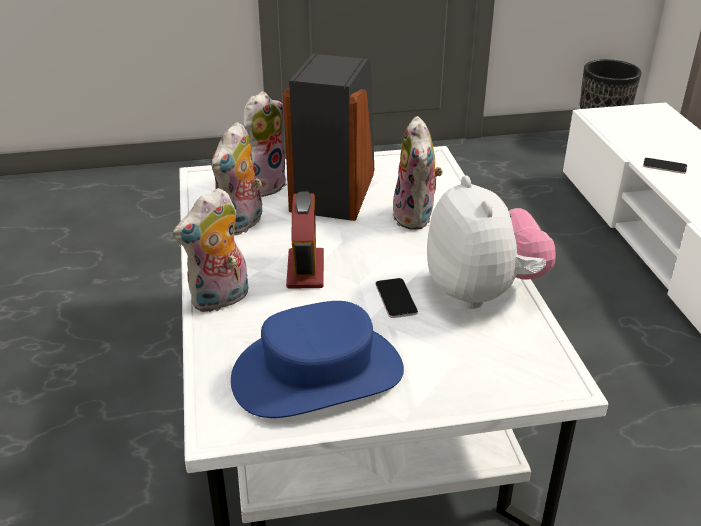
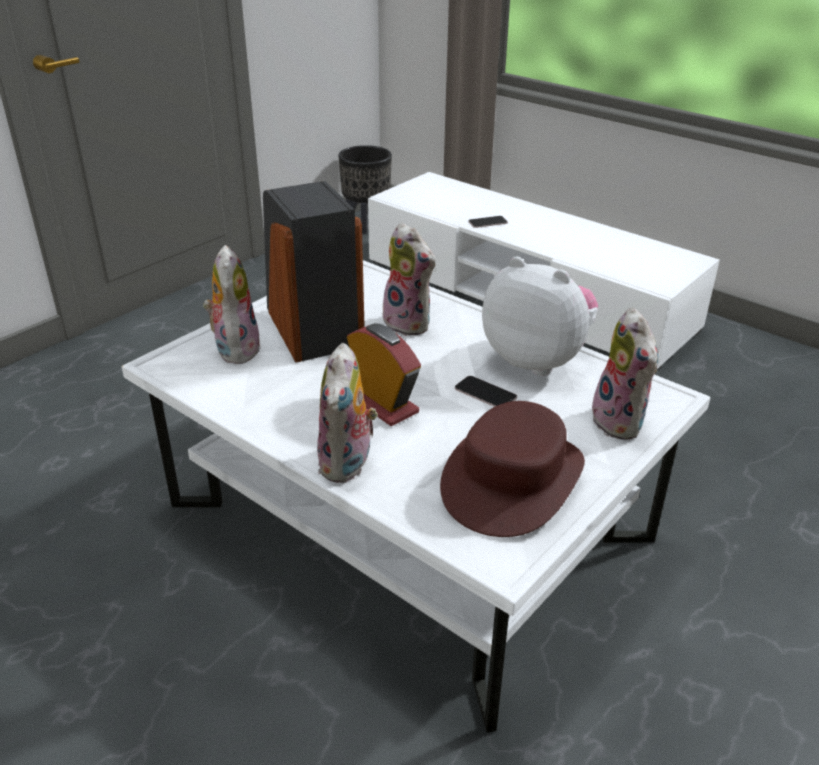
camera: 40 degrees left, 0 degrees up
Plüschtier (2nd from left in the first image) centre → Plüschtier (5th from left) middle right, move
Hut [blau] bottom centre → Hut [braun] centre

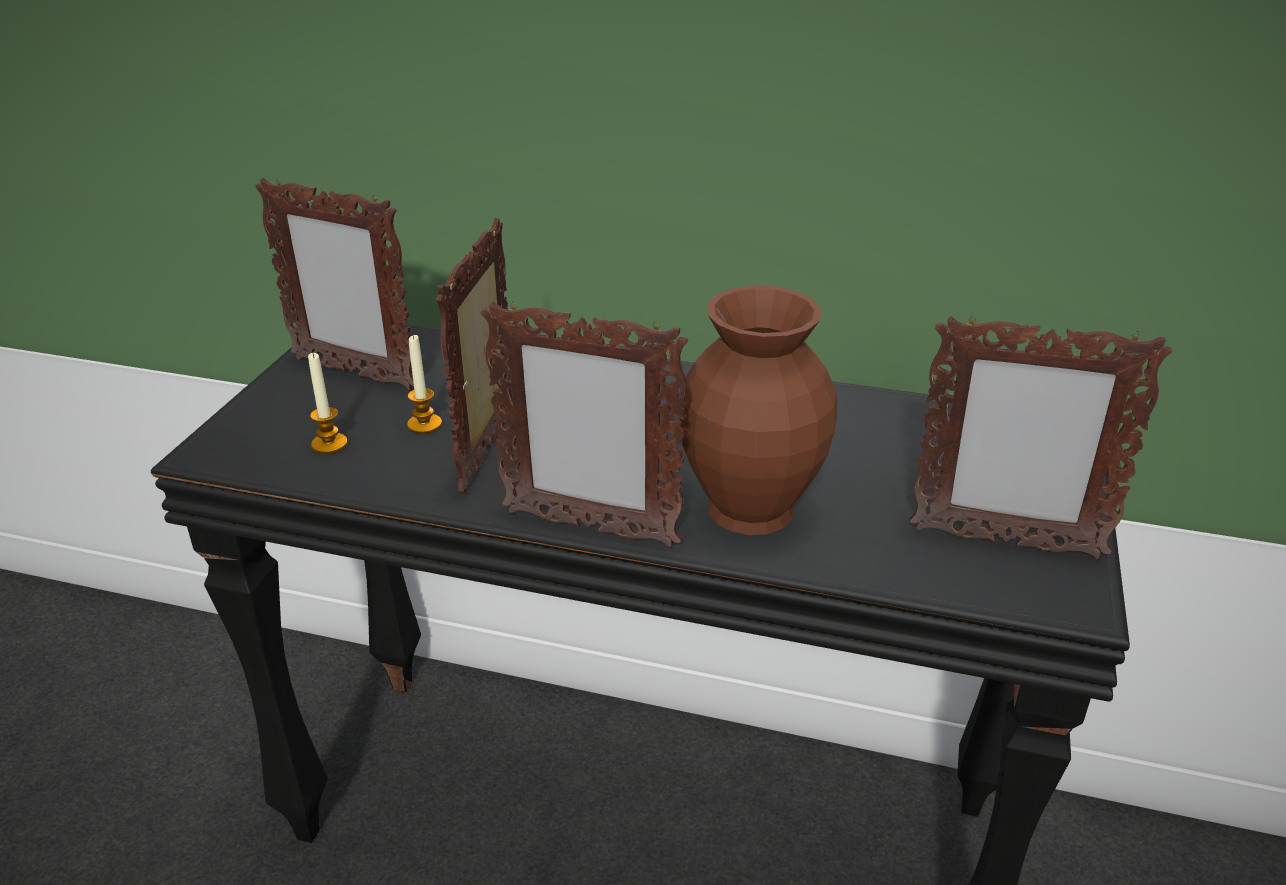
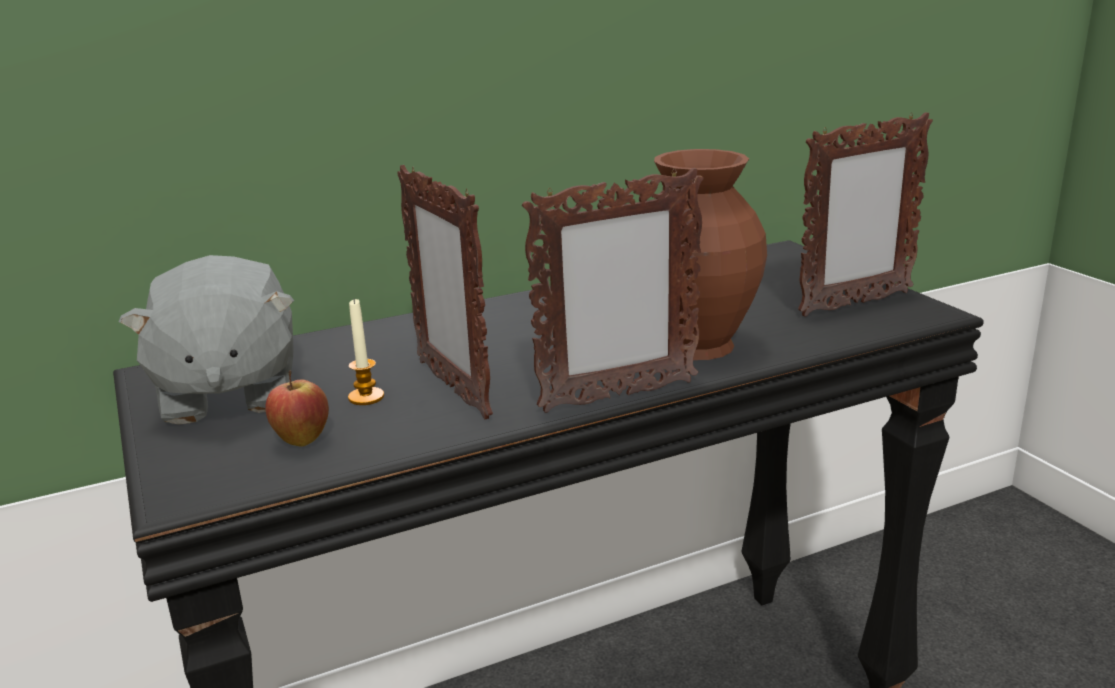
camera: 40 degrees left, 10 degrees down
Bilderrahmen (1st from left) top left → Plüschtier [grau] middle left
Kerze (1st from left) middle left → Apfel middle left

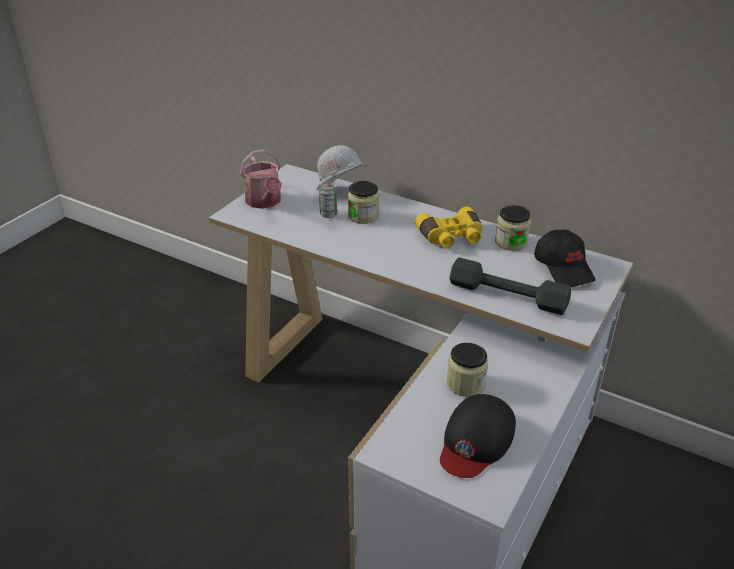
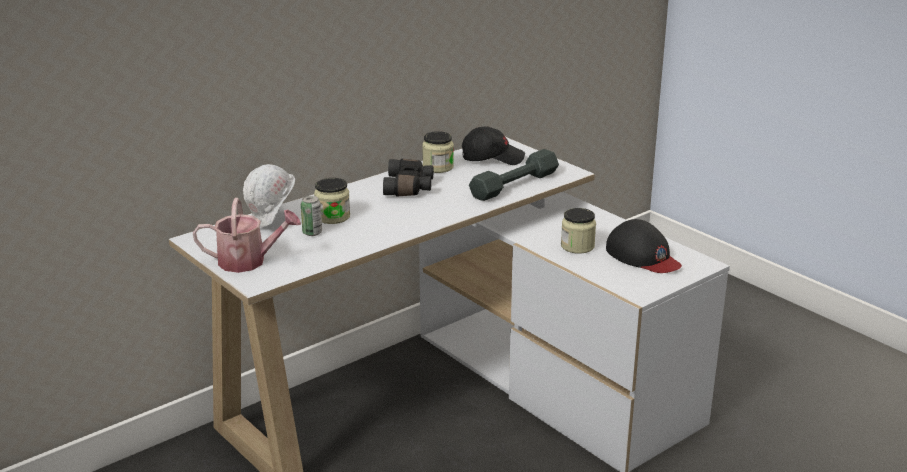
camera: 70 degrees left, 10 degrees down
Fernglas [gelb] centre → Fernglas [schwarz] centre

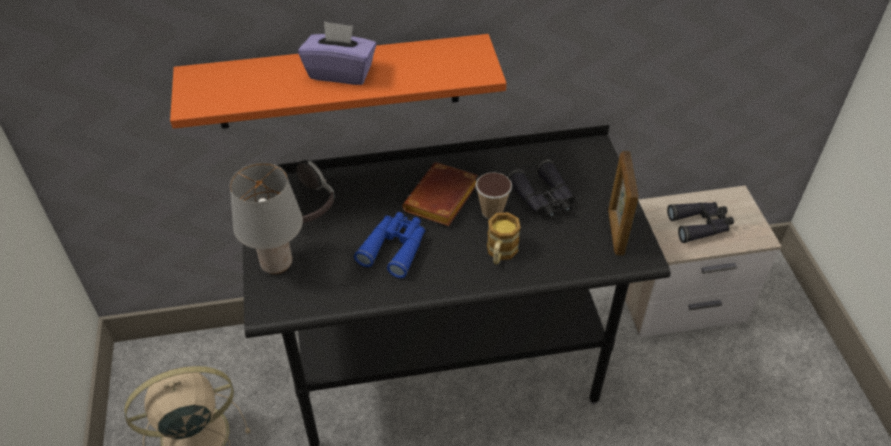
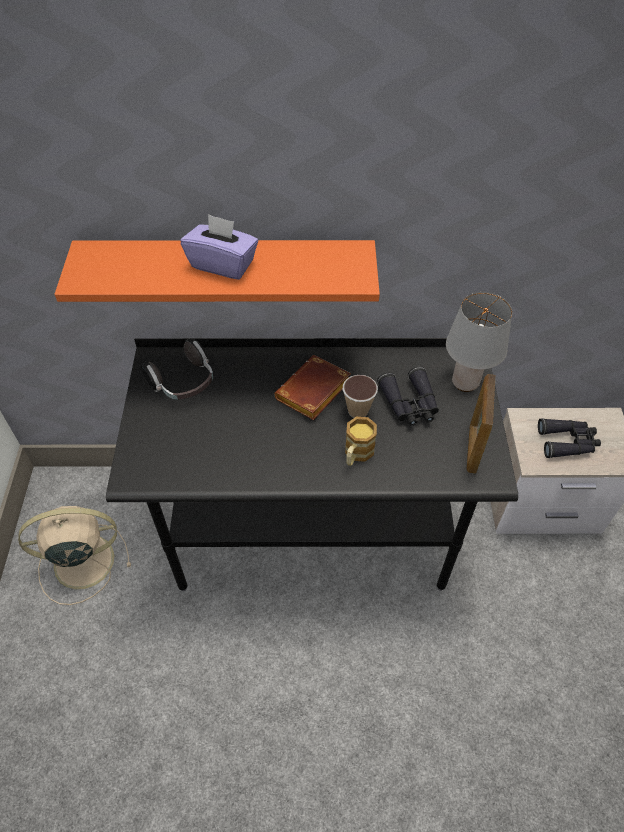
camera: 10 degrees right, 5 degrees up
Tischlampe [grau] middle left → Tischlampe [grau] middle right, move
Fernglas [blau] centre → -

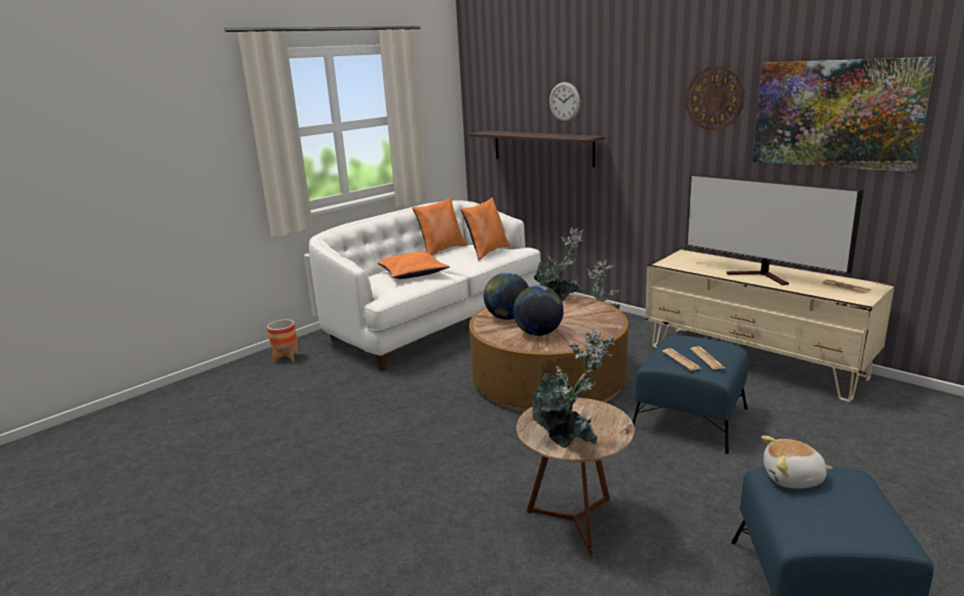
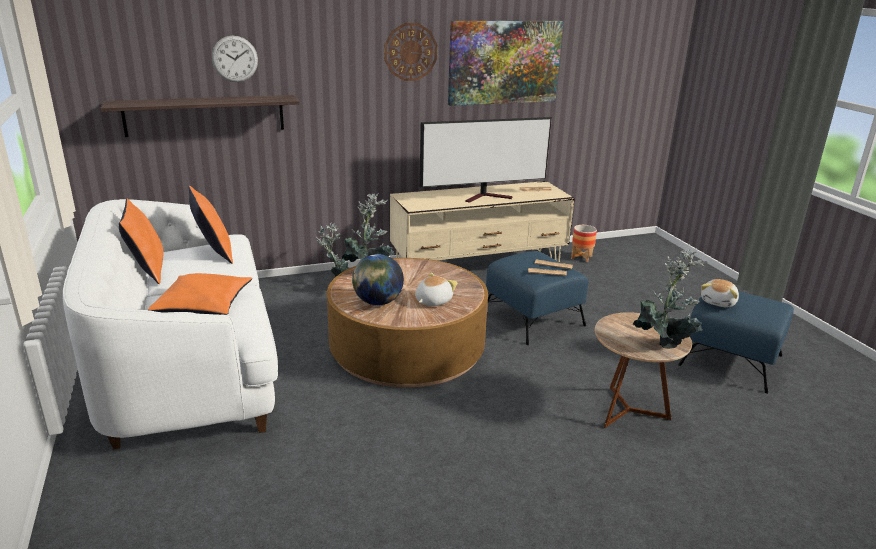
camera: 65 degrees left, 5 degrees up
Pflanzkübel middle left → Pflanzkübel middle right, move
Globus (2nd from left) centre → Plüschtier (1st from left) centre

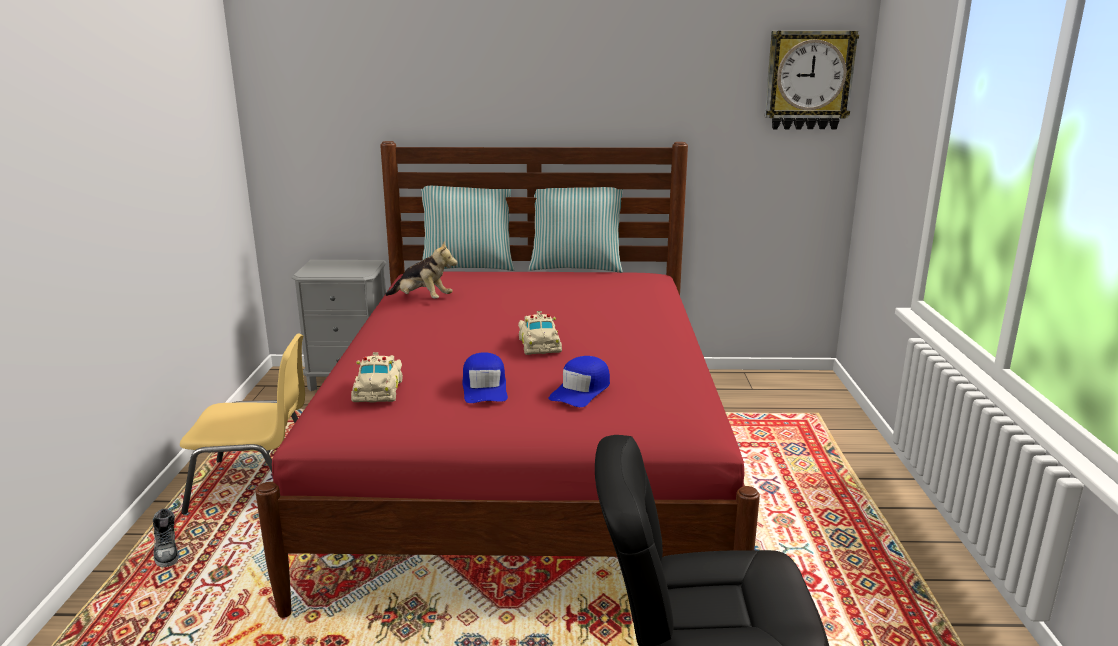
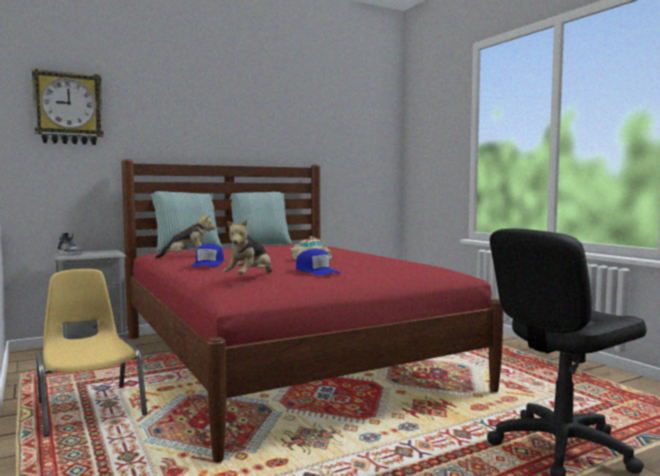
camera: 30 degrees left, 15 degrees down
Schuh bottom left → Schuh middle left, move
Stuhl [gelb] middle left → Stuhl [gelb] bottom left, 90 degrees counterclockwise
Spielzeugauto [beige] (1st from left) centre → Plüschtier (2nd from left) centre
Kappe [blau] (2nd from left in the first image) centre → Kappe [blau] (1st from left) middle left, move
Wanduhr top right → Wanduhr top left, move

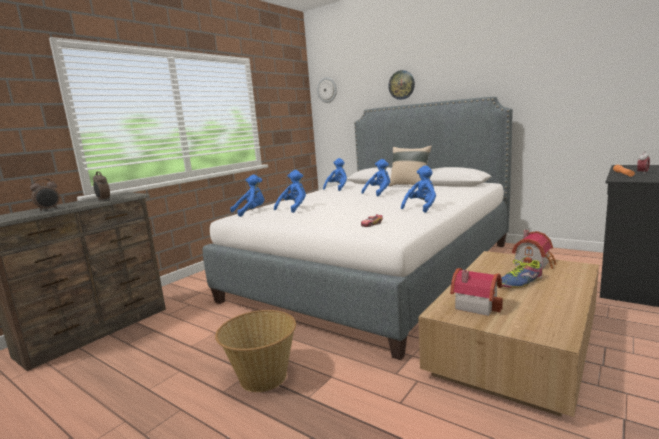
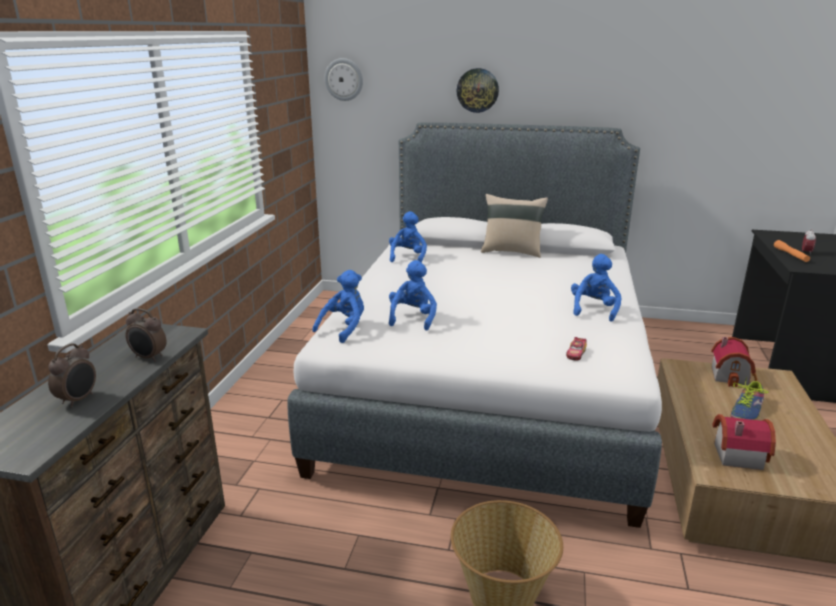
camera: 25 degrees left, 10 degrees up
Plüschtier [blau] (4th from left) centre → -

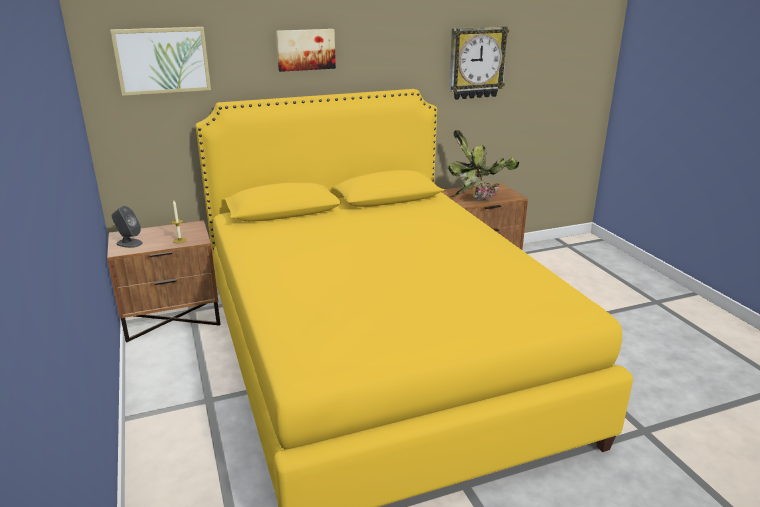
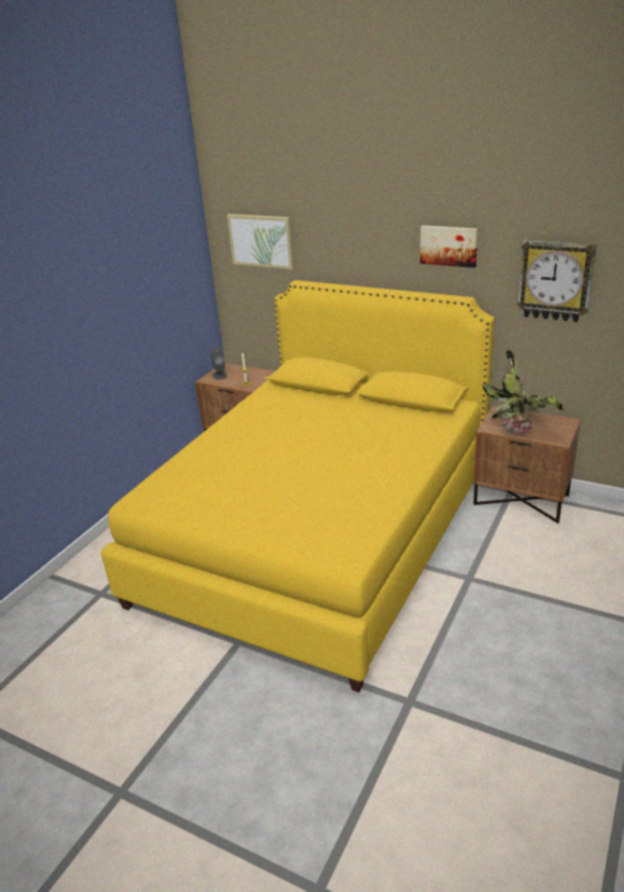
camera: 50 degrees right, 5 degrees up
Bild (2nd from left) top centre → Bild (2nd from left) top right, move

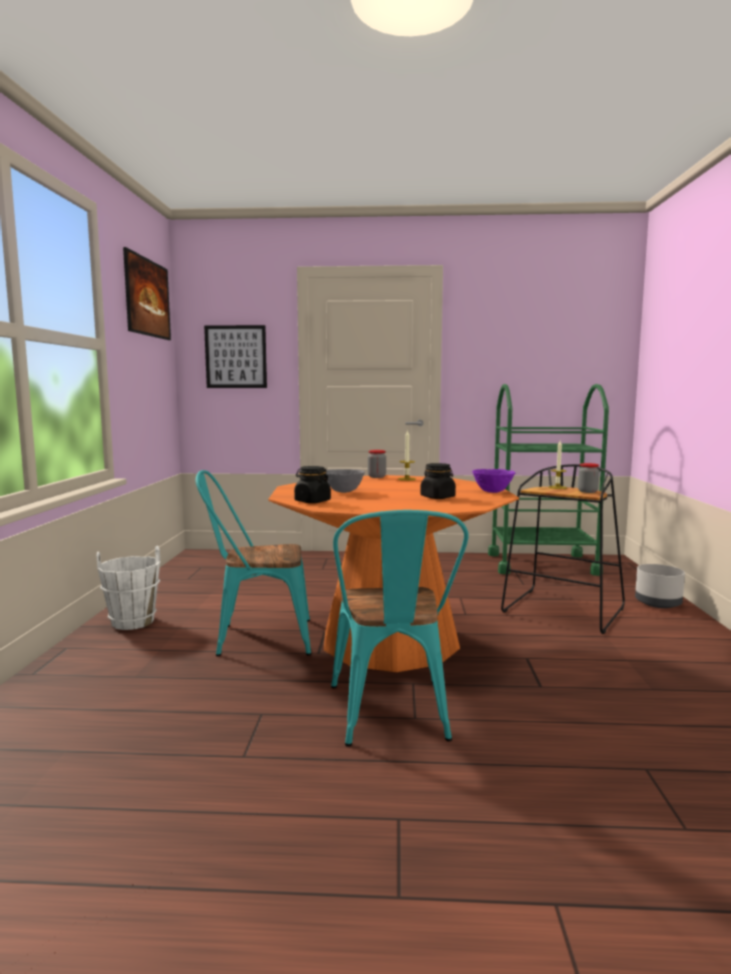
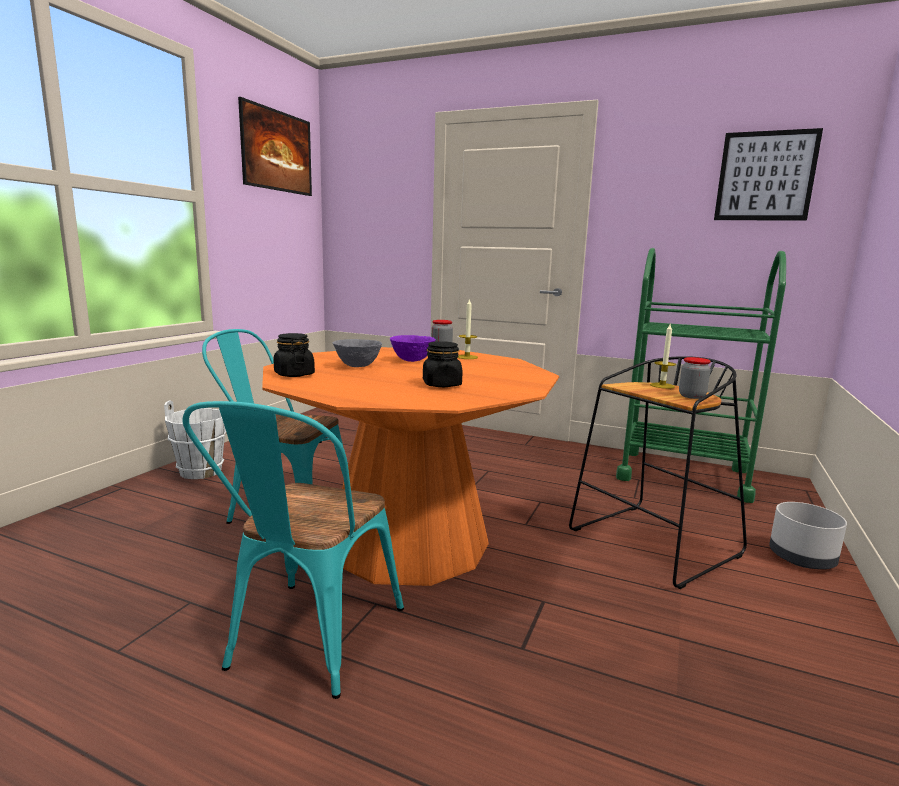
camera: 20 degrees right, 5 degrees up
Bild (2nd from left) middle left → Bild (2nd from left) top right, move
Schüssel [lila] middle right → Schüssel [lila] centre, move

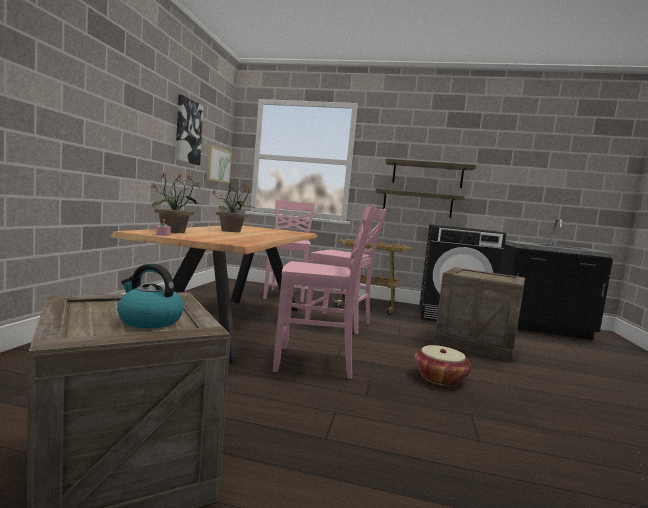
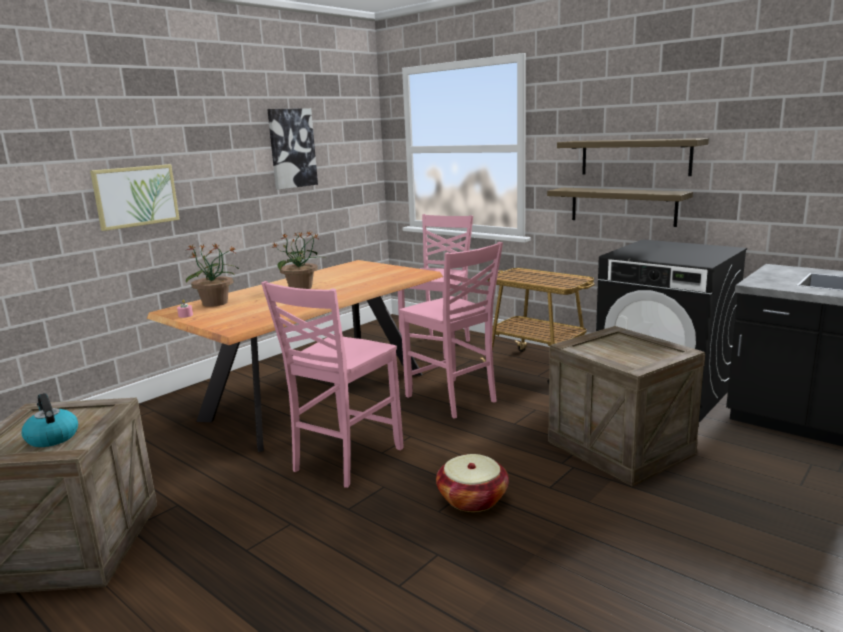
camera: 30 degrees right, 10 degrees up
Bild (2nd from left in the first image) top centre → Bild (1st from left) top left, move
Stuhl [rosa] (2nd from left in the first image) centre → Stuhl [rosa] (1st from left) centre, 90 degrees clockwise

